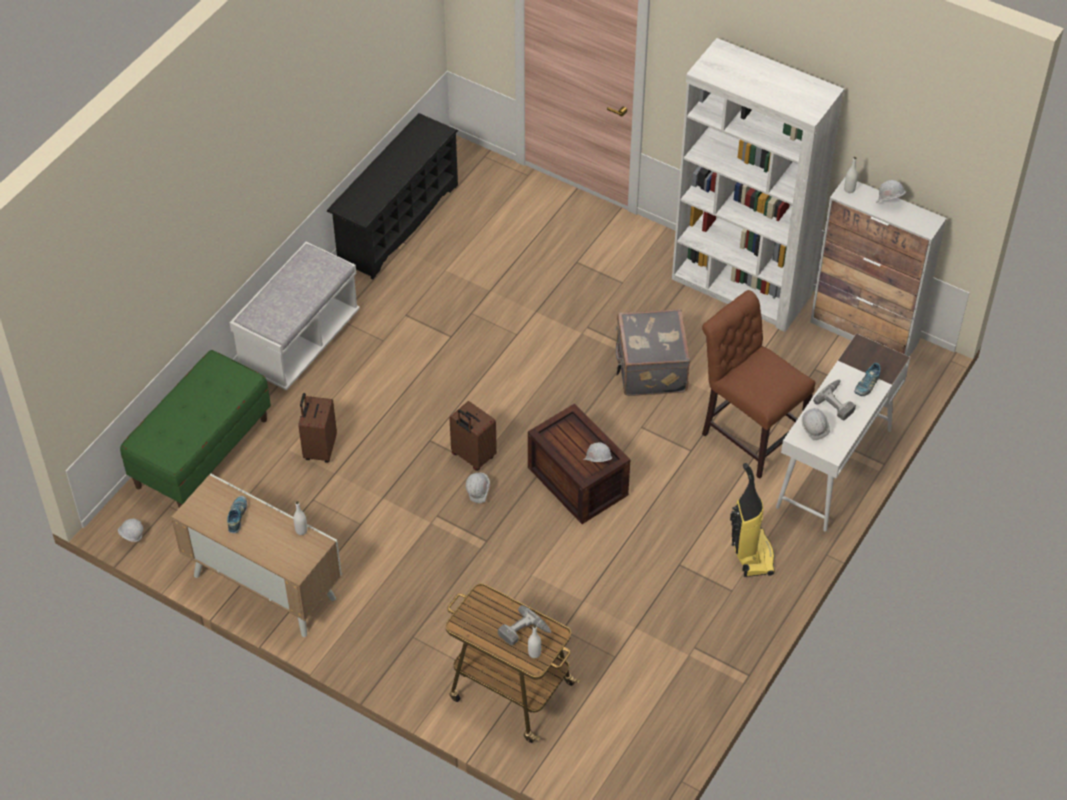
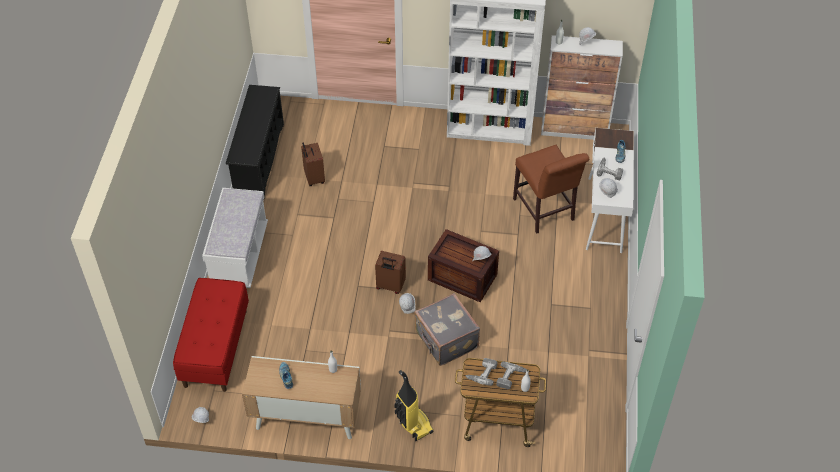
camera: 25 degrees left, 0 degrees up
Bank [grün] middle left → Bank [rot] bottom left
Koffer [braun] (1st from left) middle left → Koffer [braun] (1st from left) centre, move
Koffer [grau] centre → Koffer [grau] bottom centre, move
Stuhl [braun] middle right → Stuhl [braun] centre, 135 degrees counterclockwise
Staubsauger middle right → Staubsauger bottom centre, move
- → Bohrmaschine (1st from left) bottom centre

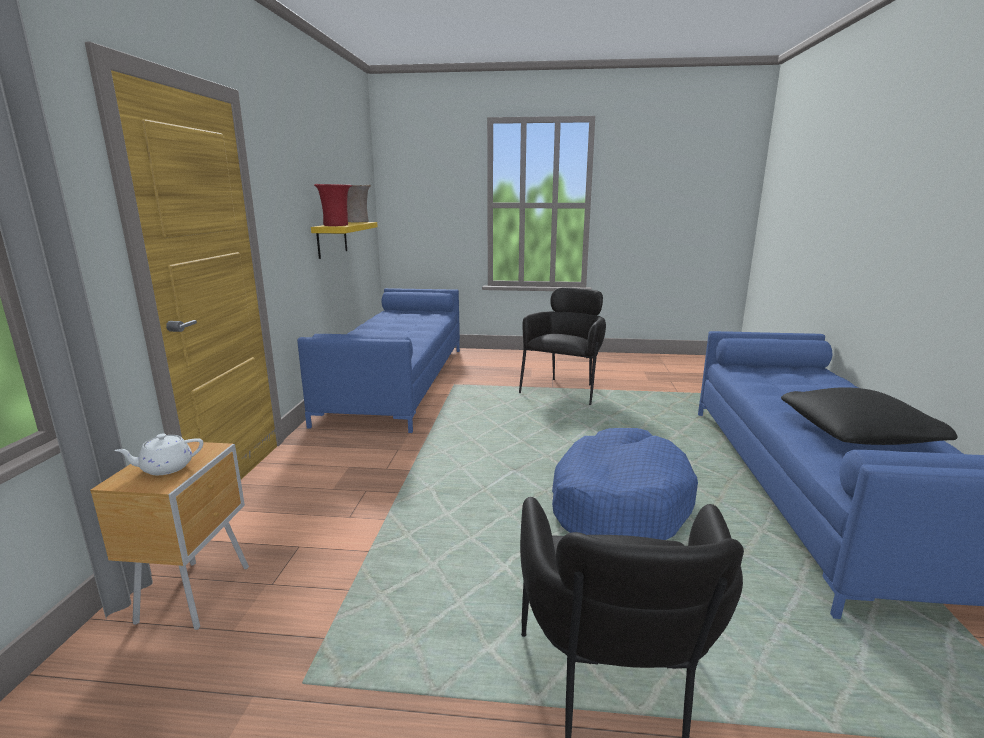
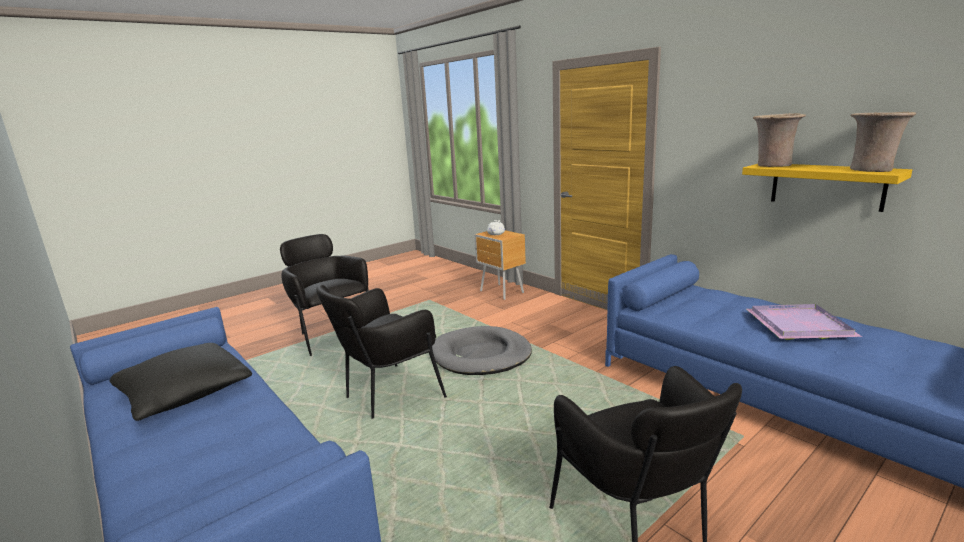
camera: 135 degrees right, 0 degrees up
Vase [rot] top centre → Vase [beige] (1st from left) top right
Hundebett [blau] centre → Sessel [schwarz] (2nd from left) centre
- → Hundebett [grau] centre
- → Tablett [lila] middle right

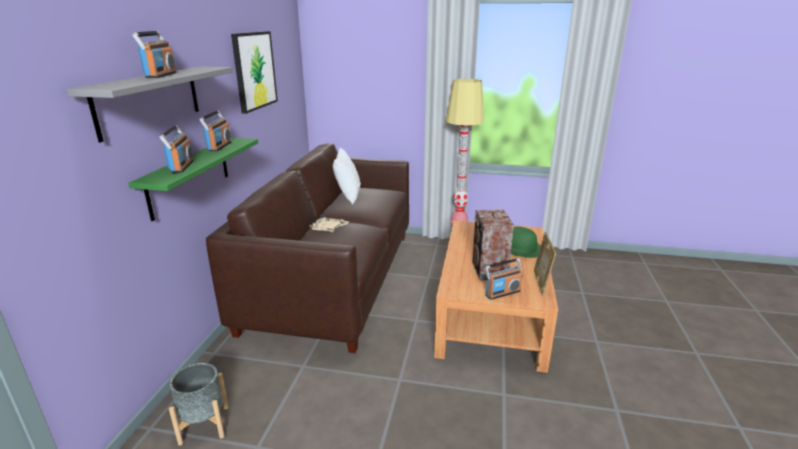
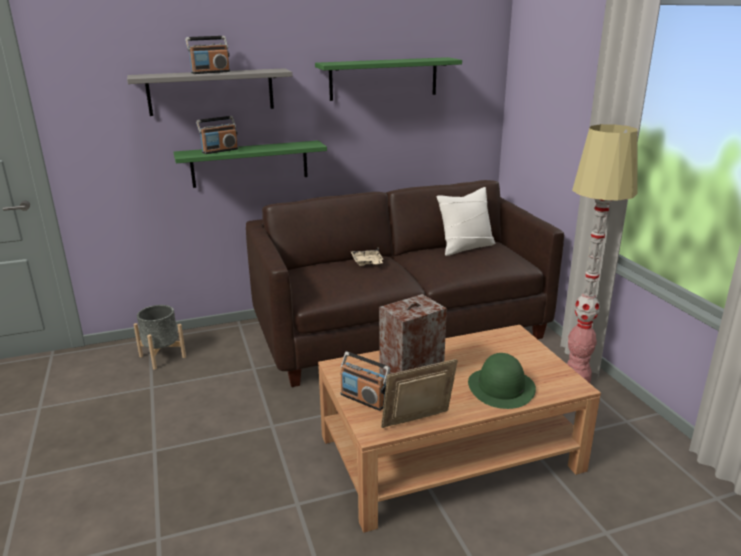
camera: 60 degrees right, 0 degrees up
Radio (3rd from left) top left → -
Bild top left → Wandregal [grün] (2nd from left) top centre

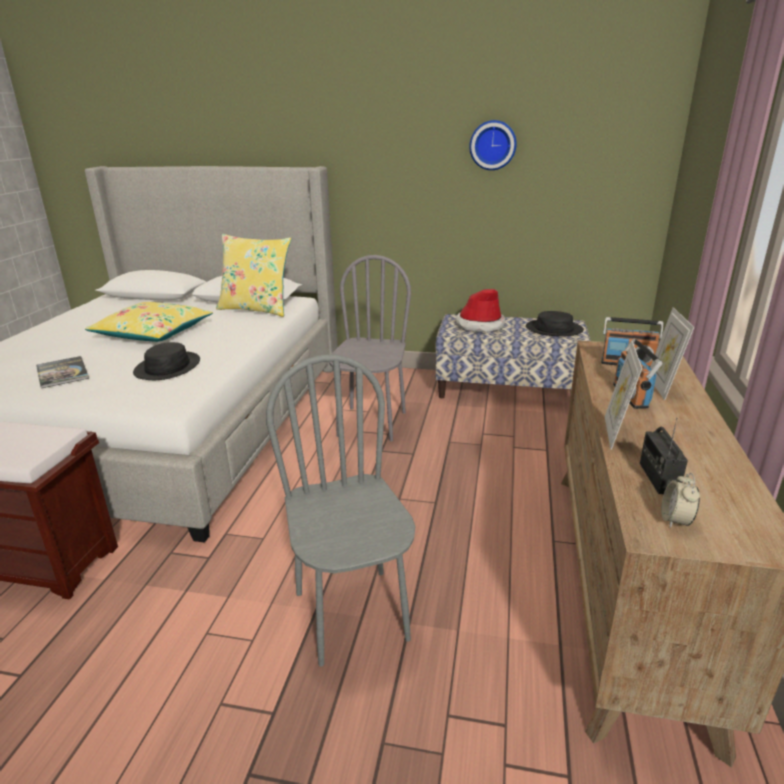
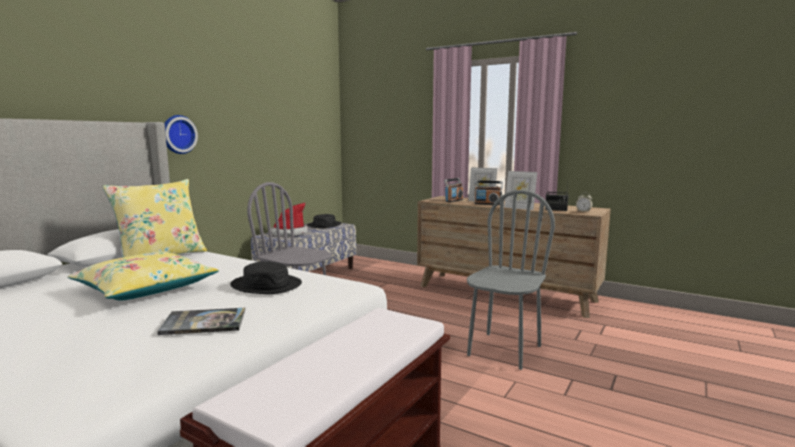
camera: 70 degrees left, 15 degrees down
Stuhl [grau] (1st from left in the first image) centre → Stuhl [grau] (2nd from left) centre, 120 degrees clockwise
Wanduhr top centre → Wanduhr top left, move

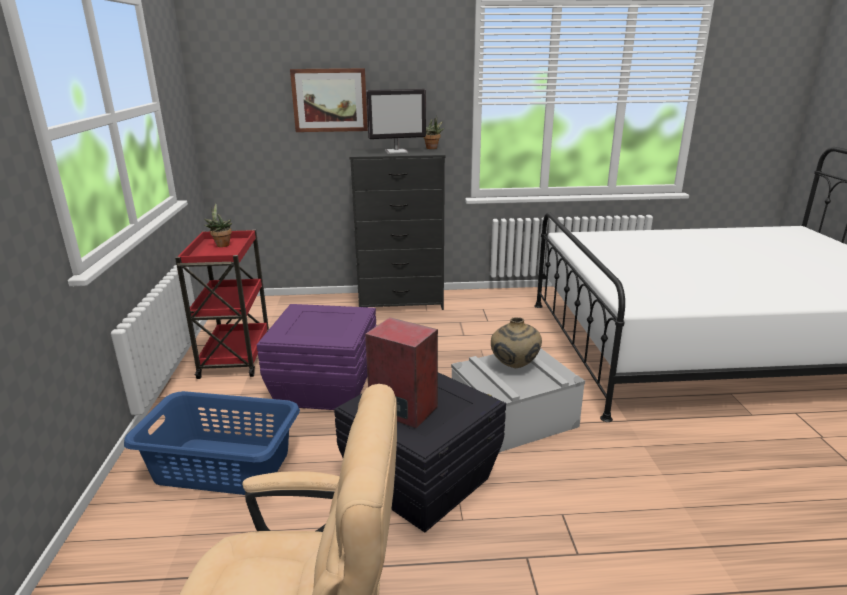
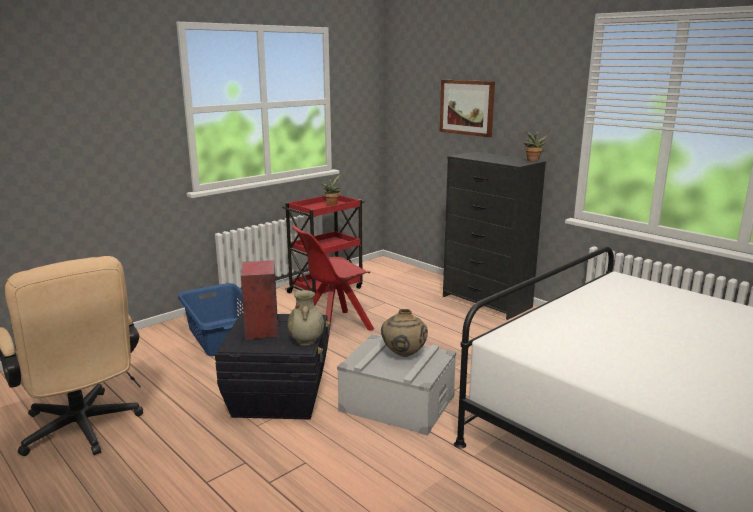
camera: 50 degrees right, 5 degrees down
Aufbewahrungsbox [lila] centre → Stuhl [rot] centre
Monitor top centre → -
- → Vase [beige] (1st from left) centre

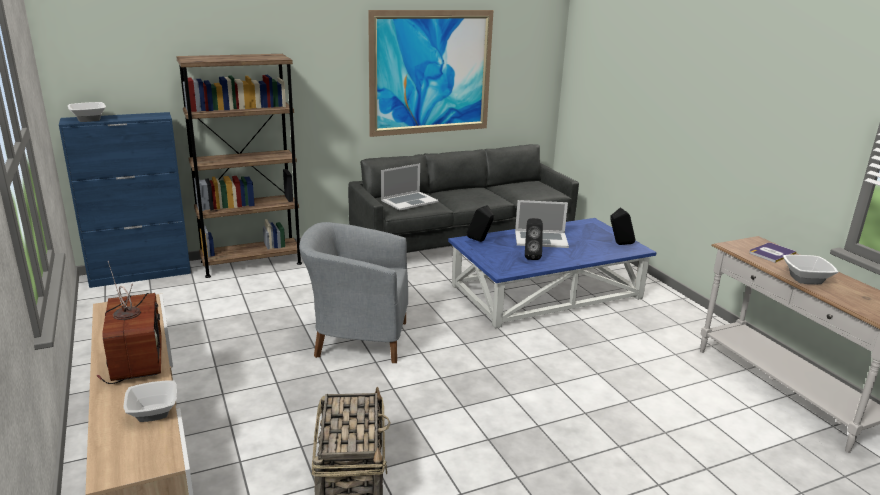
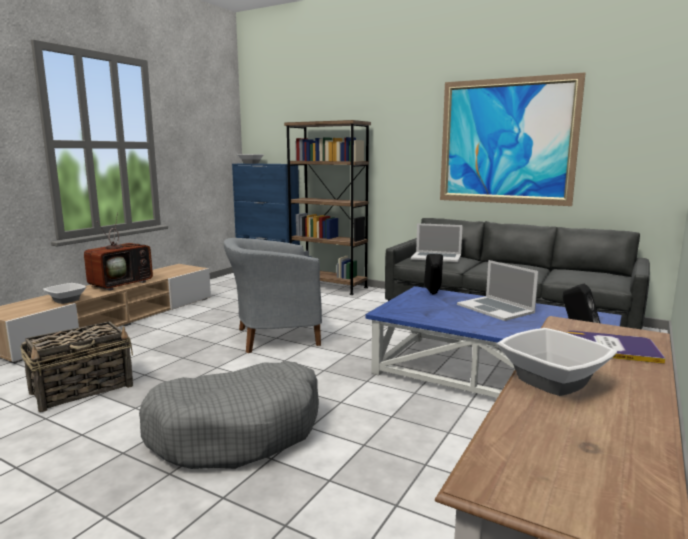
camera: 55 degrees right, 10 degrees down
Sessel [grau] centre, 75 degrees counterclockwise
Lautsprecher [schwarz] (2nd from left) centre → -
- → Hundebett [grau] bottom left

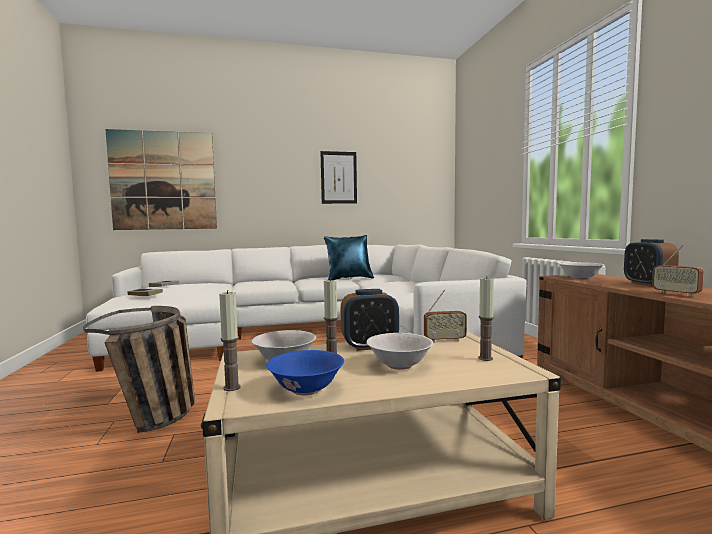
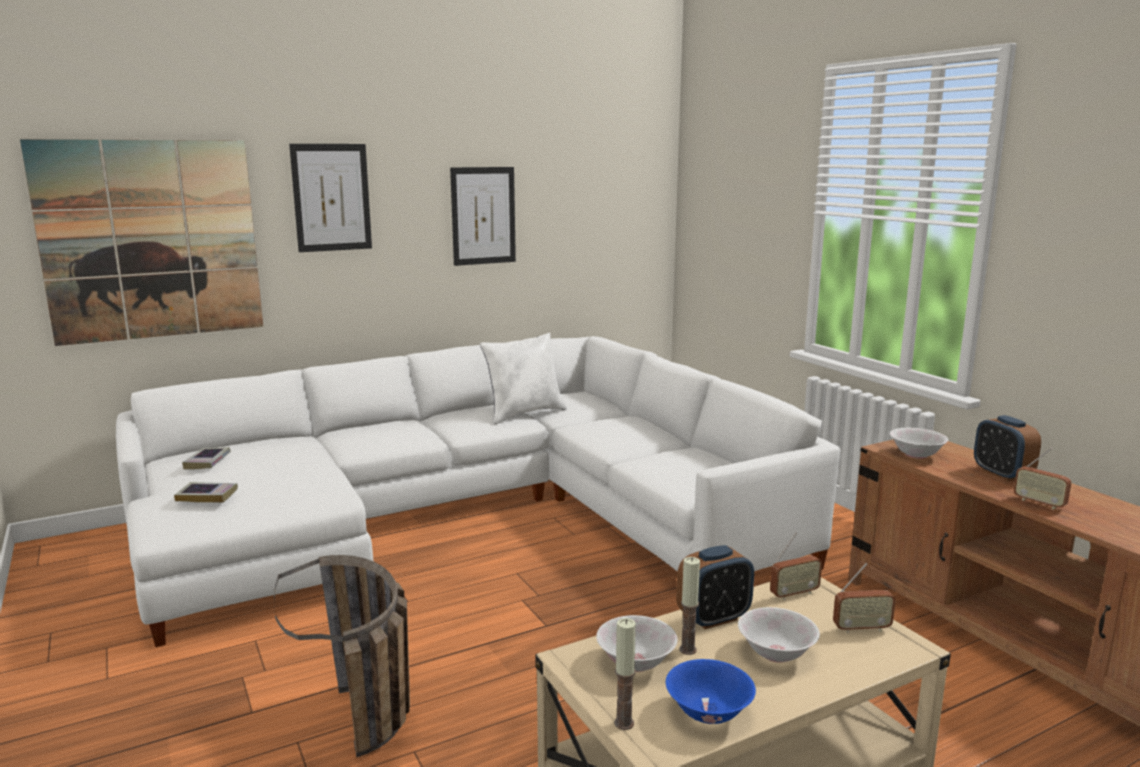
camera: 15 degrees left, 10 degrees up
Kissen [blau] centre → Kissen [weiß] centre
Kerze (3rd from left) middle right → Radio (2nd from left) bottom right
- → Bild (2nd from left) top left

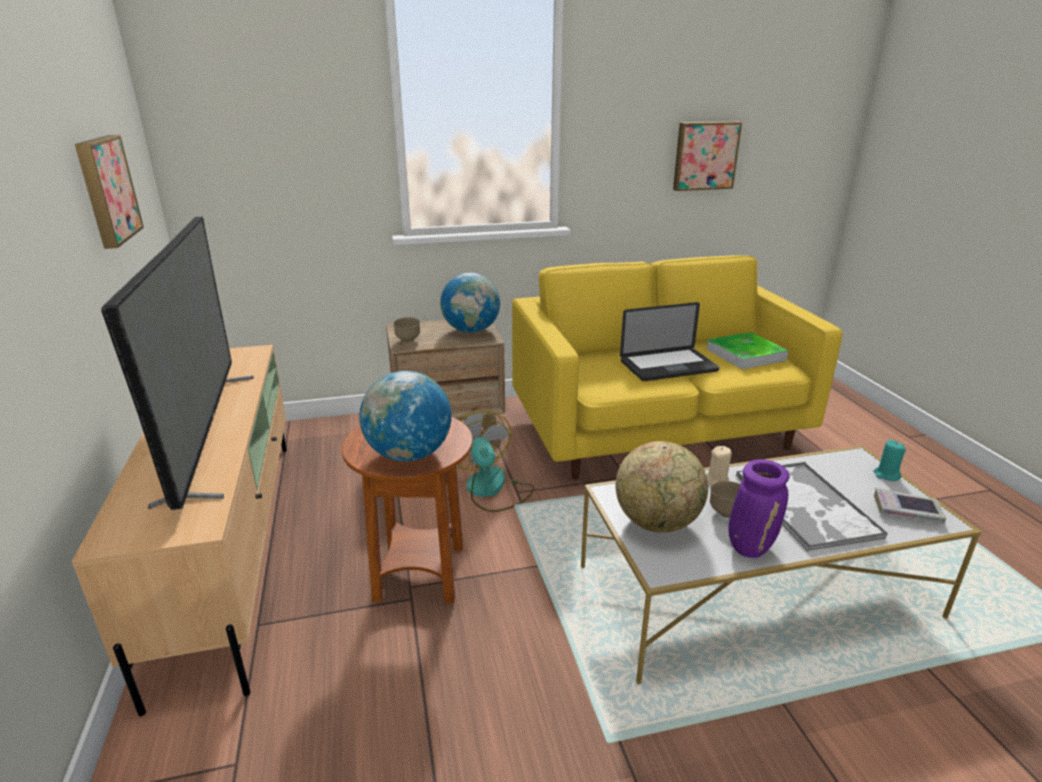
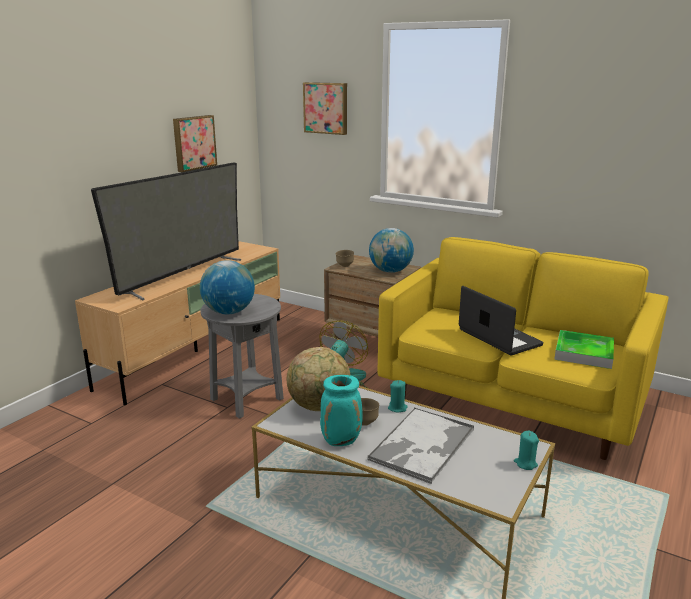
camera: 45 degrees right, 5 degrees down
Beistelltisch [braun] centre → Beistelltisch [grau] centre
Laptop centre → Laptop middle right, 150 degrees counterclockwise
Bild (2nd from left) top right → Bild (2nd from left) top centre, move
Kerze [beige] middle right → Kerze [türkis] (1st from left) centre
Vase [lila] middle right → Vase [türkis] bottom centre
Buch middle right → -

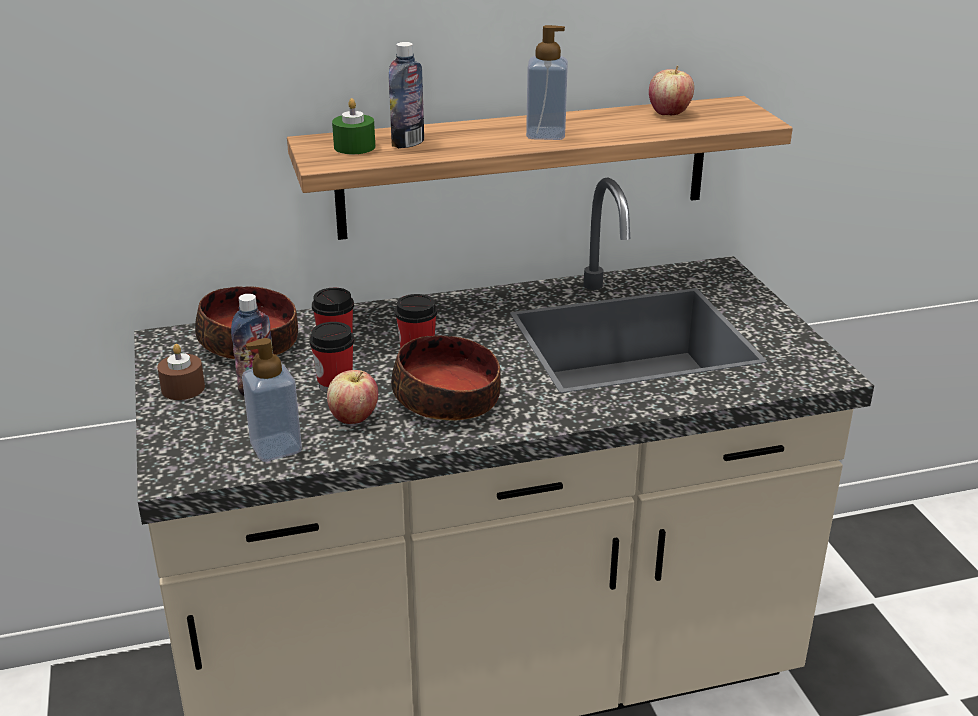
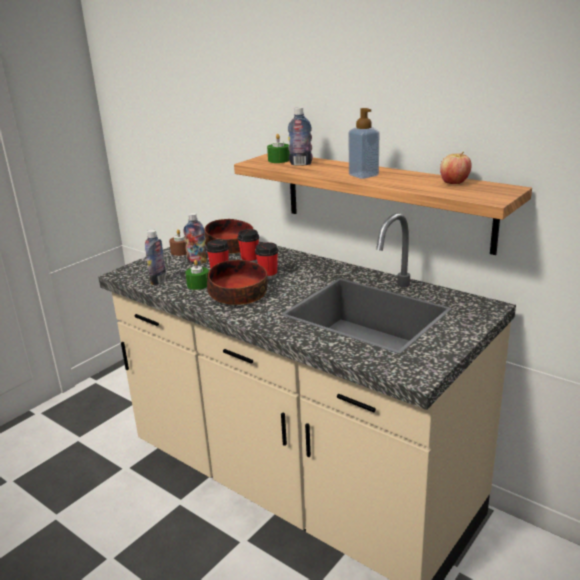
camera: 55 degrees right, 5 degrees down
Seifenspender (1st from left) middle left → Flasche (1st from left) middle left
Apfel (1st from left) centre → Kerze [grün] (1st from left) centre

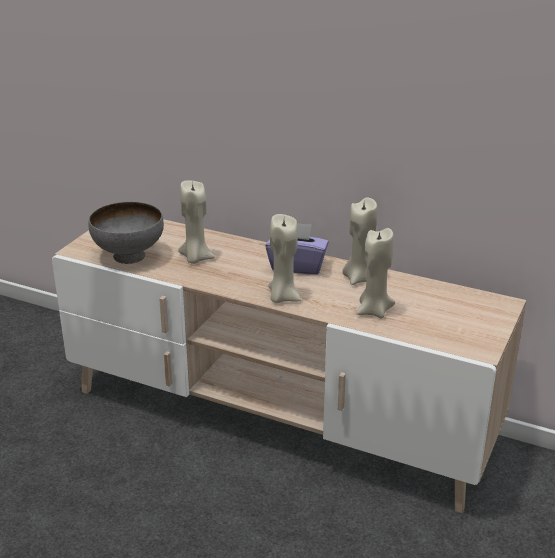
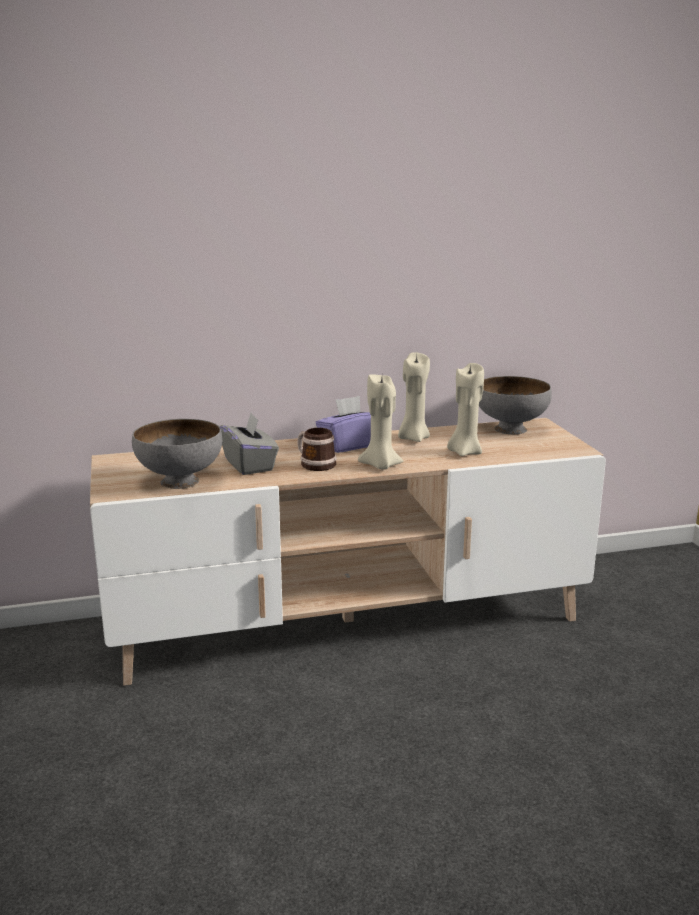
camera: 40 degrees left, 10 degrees down
Kerze [beige] (1st from left) centre → Taschentuchbox [grau] centre
- → Henkelbecher centre
- → Schüssel [grau] (2nd from left) middle right

